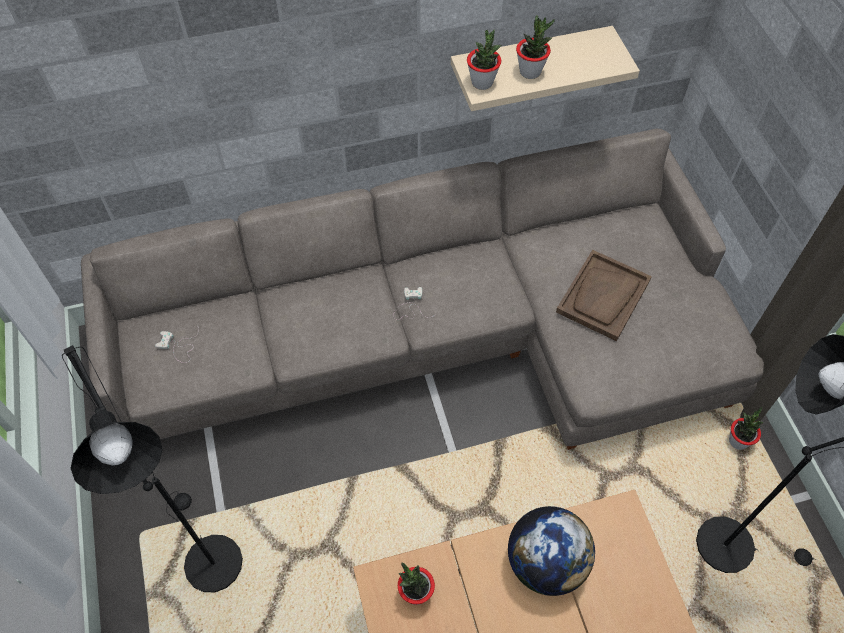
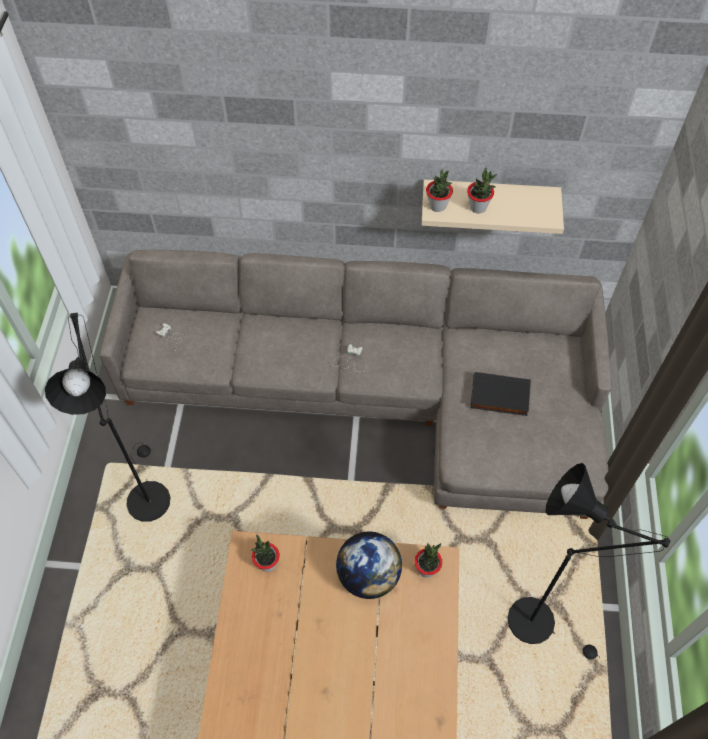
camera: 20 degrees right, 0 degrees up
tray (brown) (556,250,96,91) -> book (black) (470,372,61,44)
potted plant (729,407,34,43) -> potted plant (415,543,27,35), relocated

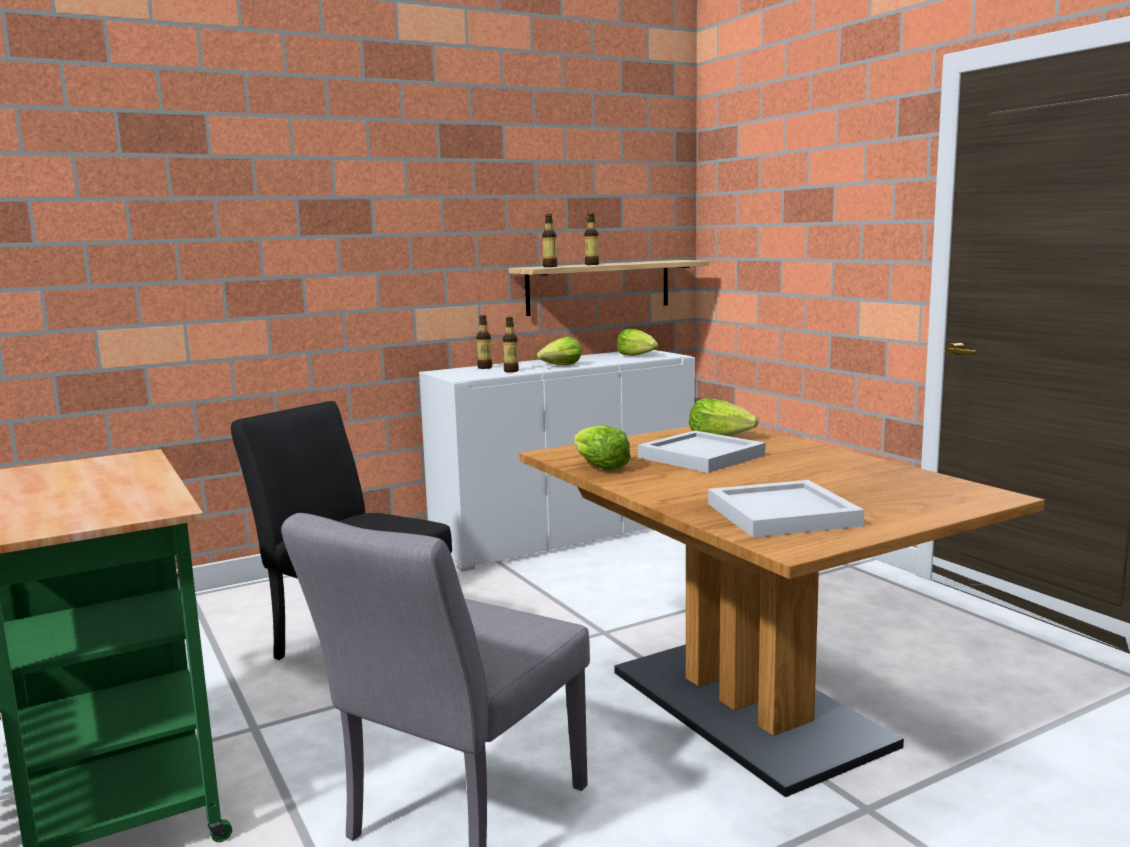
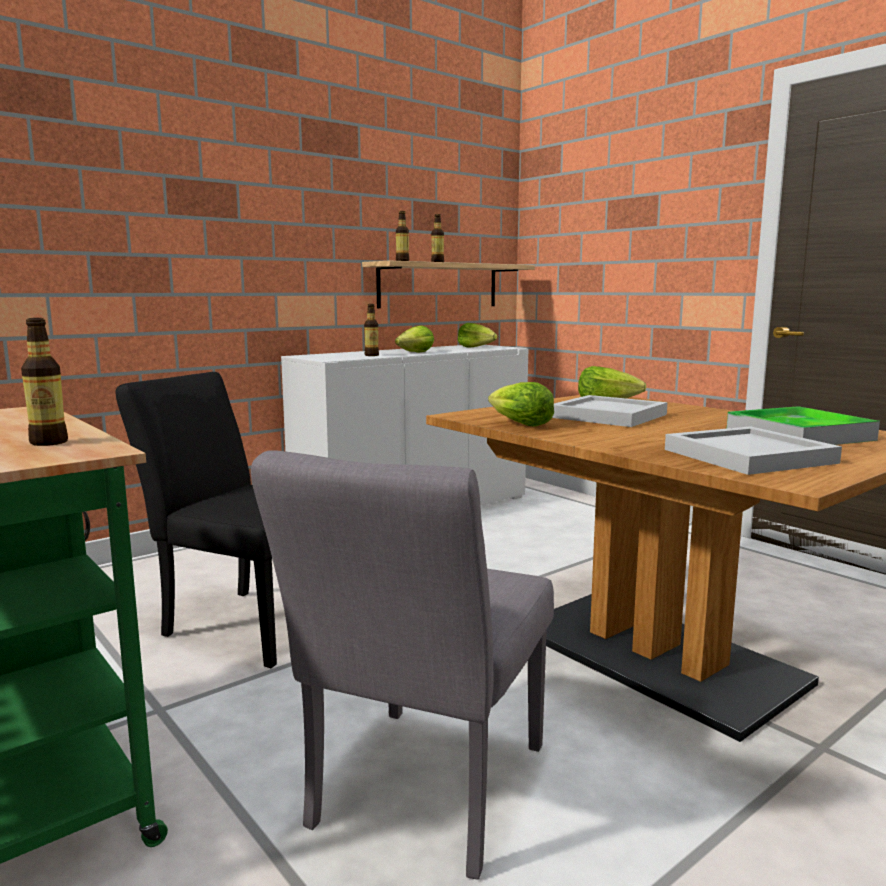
camera: 10 degrees left, 0 degrees up
bottle (476,315,16,54) -> bottle (21,318,47,128), relocated
none -> tray (727,406,153,39)

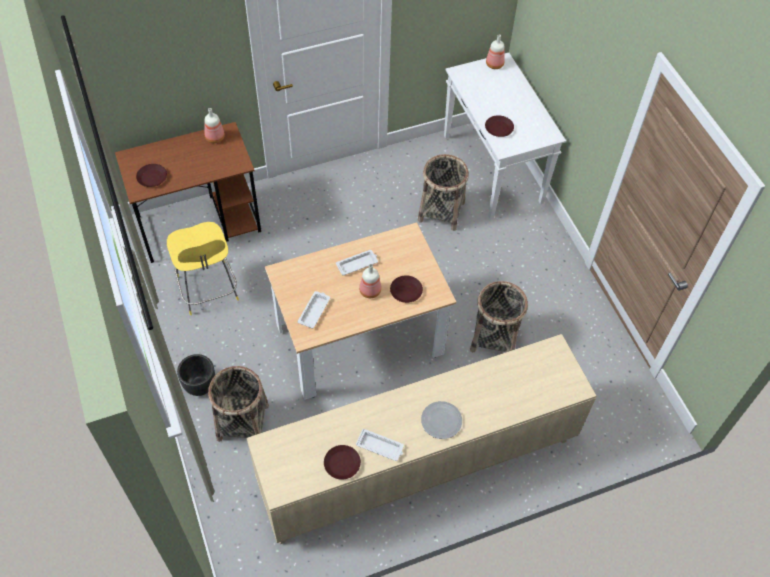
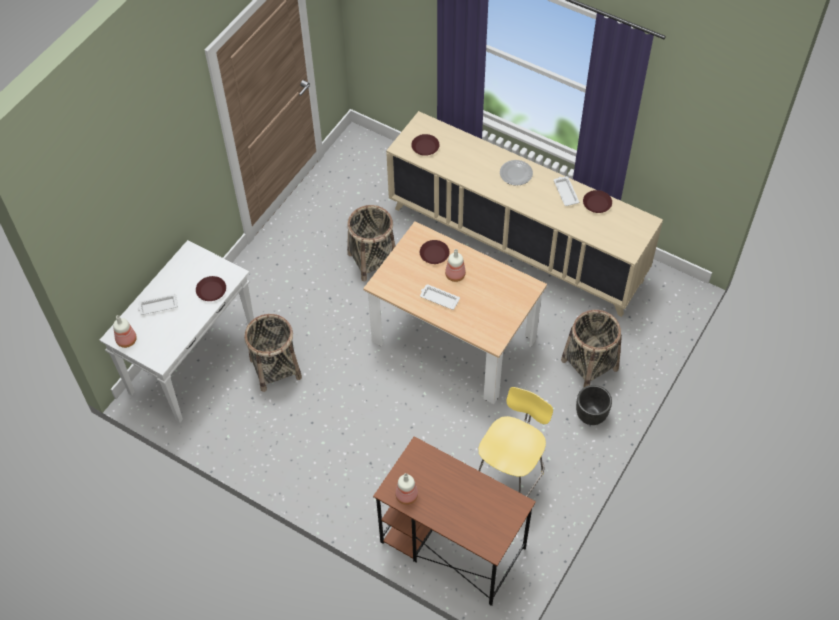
camera: 125 degrees left, 0 degrees up
plate (brown) (136,164,31,23) -> plate (brown) (411,134,29,22), relocated
tray (white) (298,291,32,37) -> tray (white) (137,294,41,21), relocated

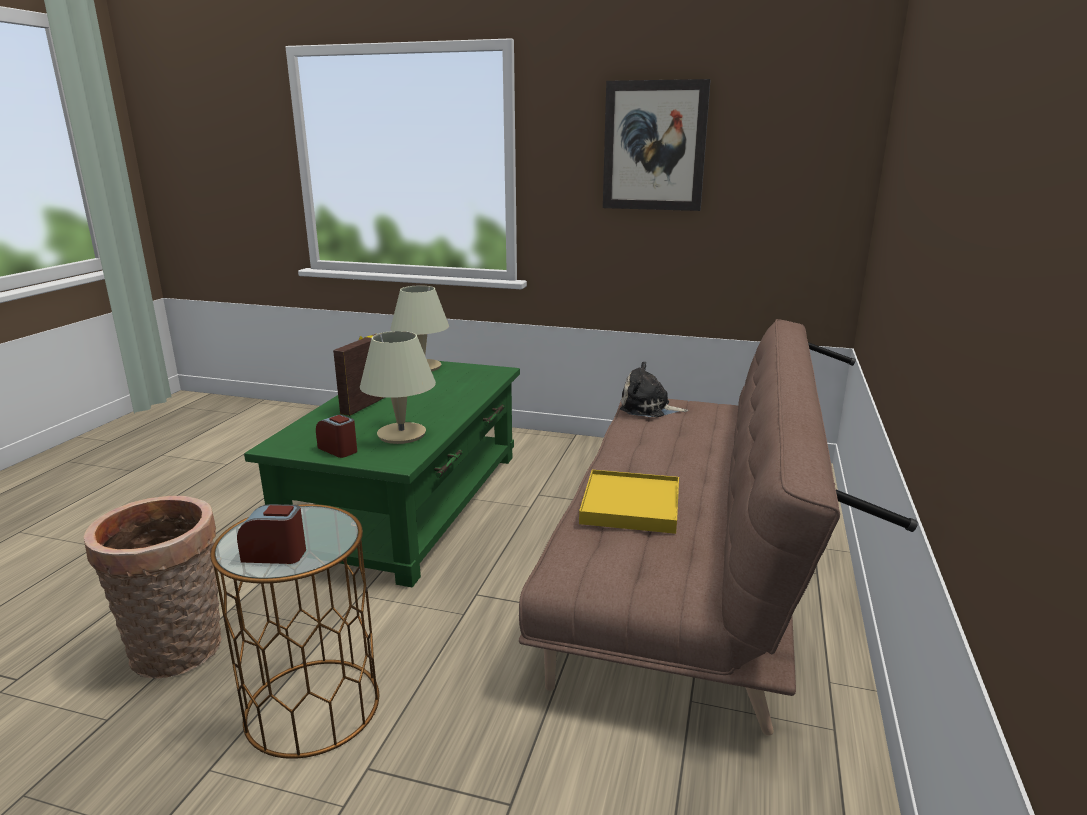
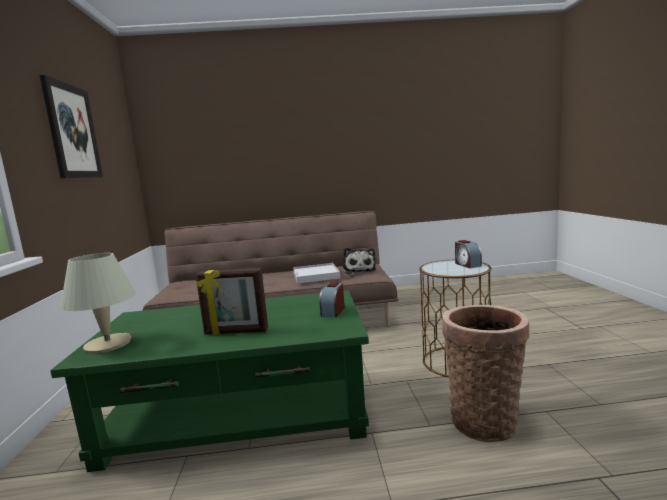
camera: 110 degrees left, 10 degrees down
table lamp (beige) (360,331,76,113) -> none
plush toy (620,361,69,56) -> plush toy (343,248,33,26), relocated
tray (yellow) (579,470,100,64) -> tray (white) (293,263,47,20)

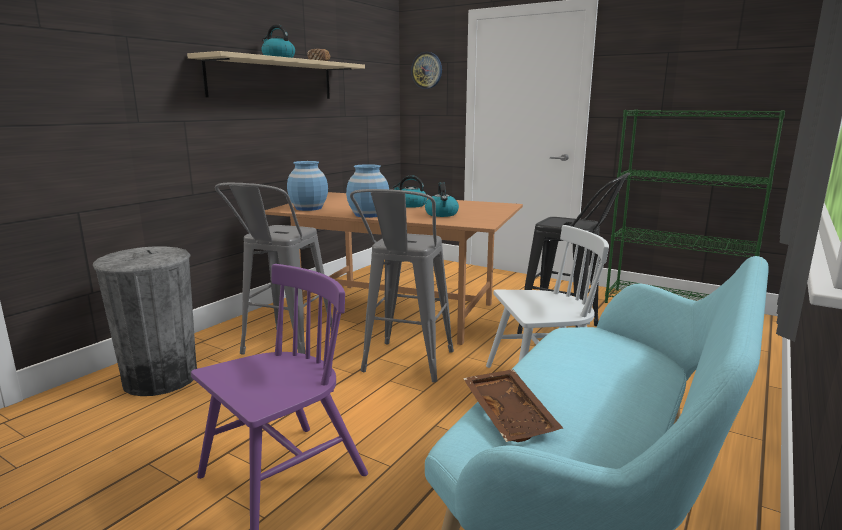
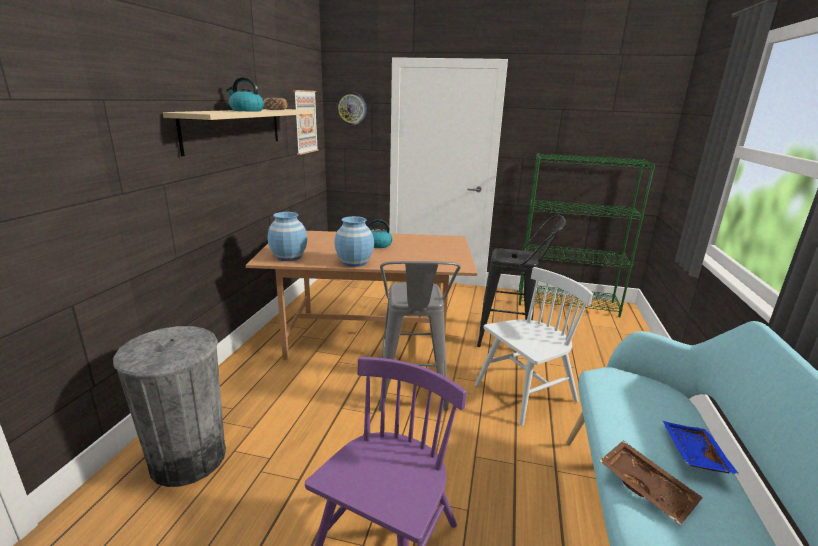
camera: 20 degrees left, 5 degrees up
kettle (425,182,34,35) -> none
stool (grey) (215,183,117,172) -> none
none -> picture (293,90,26,65)
none -> tray (blue) (663,421,77,54)

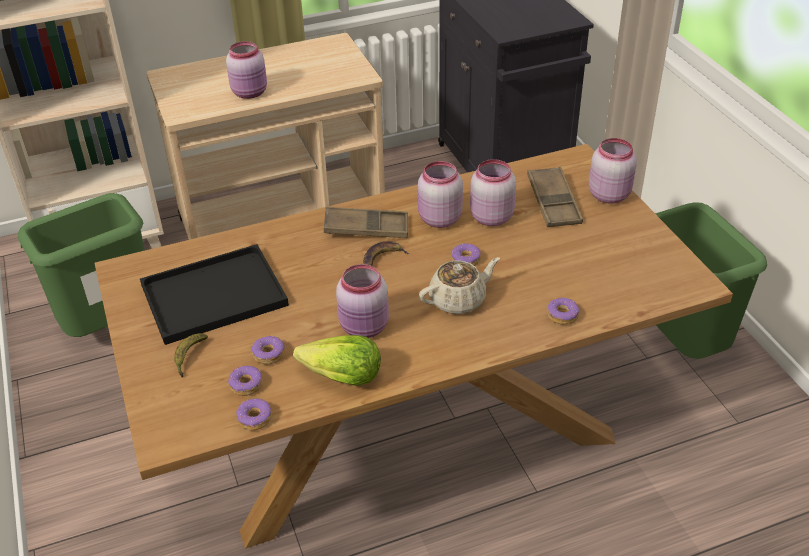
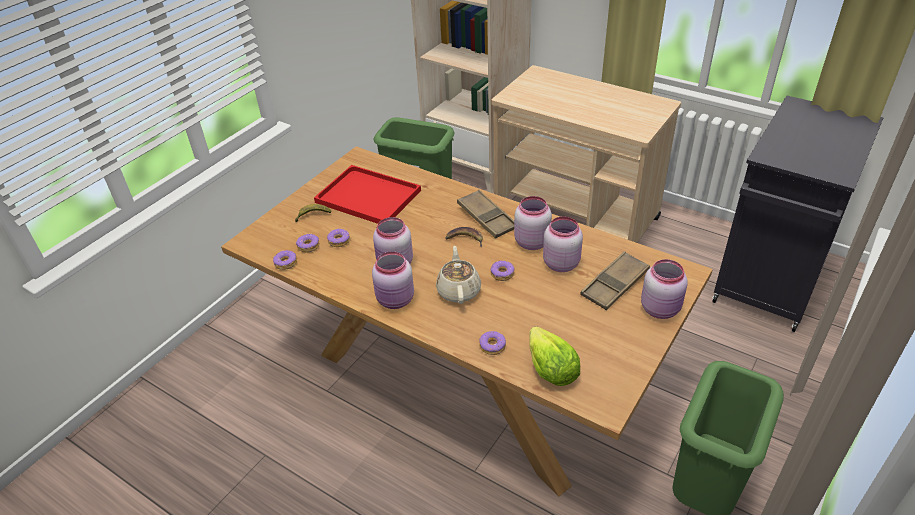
camera: 55 degrees right, 0 degrees up
jar (pink) (226,41,41,58) -> jar (pink) (372,251,42,58), relocated
tray (black) (140,244,149,101) -> tray (red) (314,165,107,59)
teapot (beige) (419,257,81,57) -> teapot (beige) (436,246,45,58), 120 degrees counterclockwise
lettuce (293,335,88,51) -> lettuce (529,326,51,60), relocated

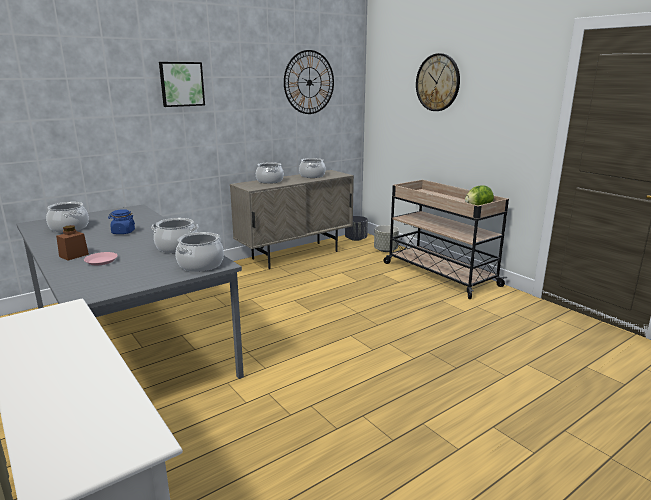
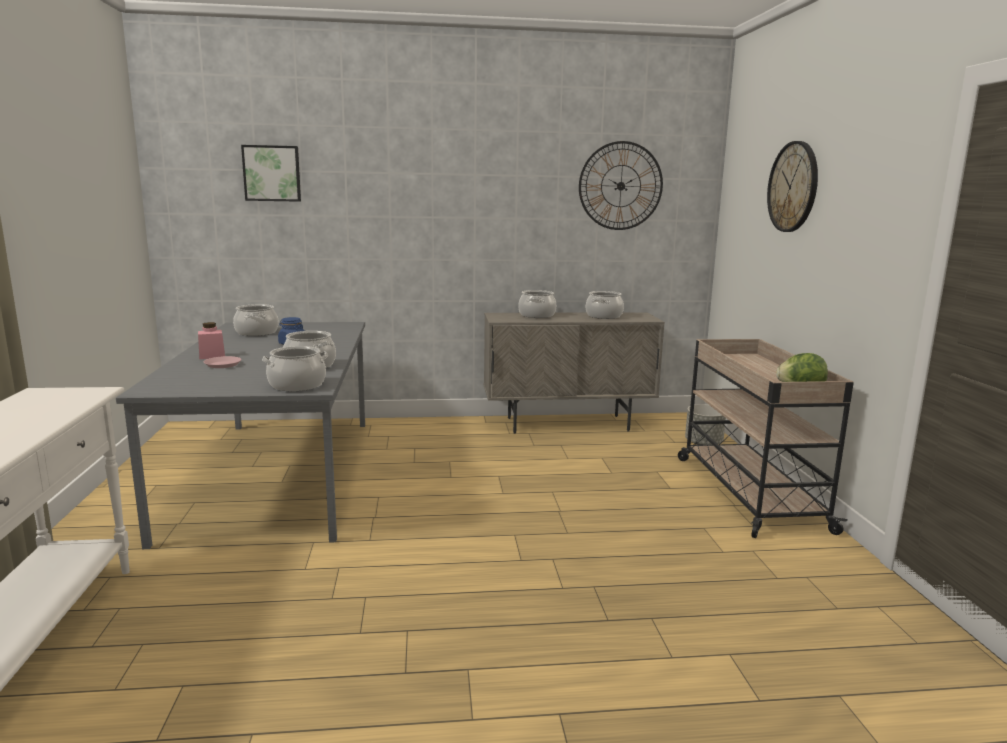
camera: 30 degrees right, 5 degrees down
picture (159,62,46,45) -> picture (241,145,60,57), relocated
planter (grey) (345,216,23,25) -> none
jar (brown) (56,225,33,35) -> jar (pink) (198,322,27,37)

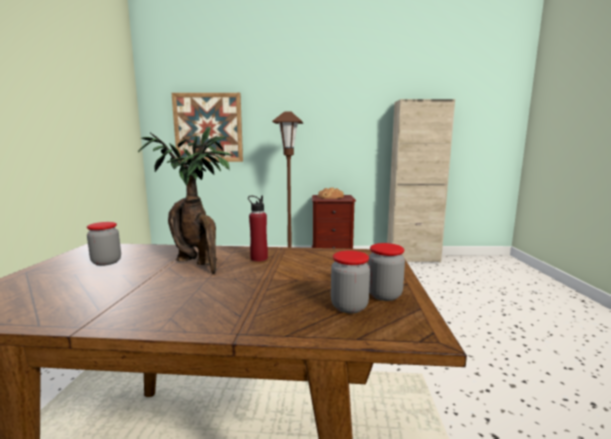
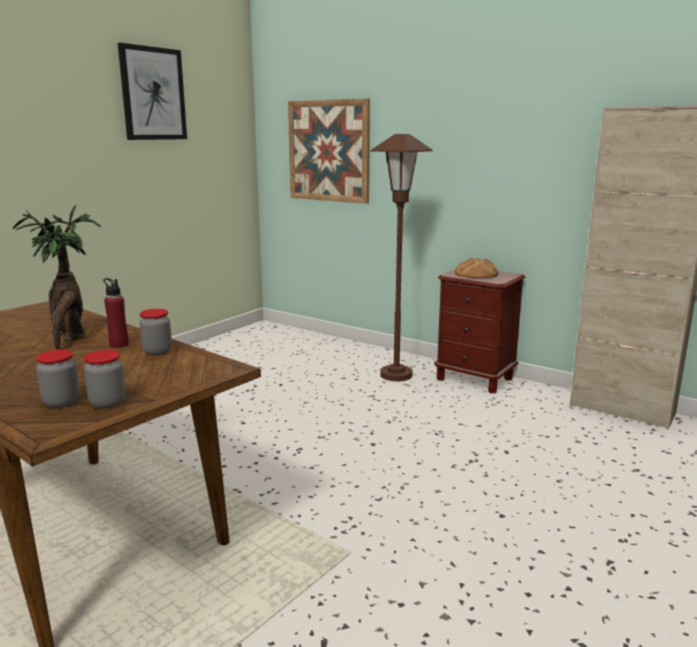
camera: 35 degrees right, 5 degrees up
jar (87,222,34,44) -> jar (139,309,33,47), relocated
none -> picture (118,43,69,97)

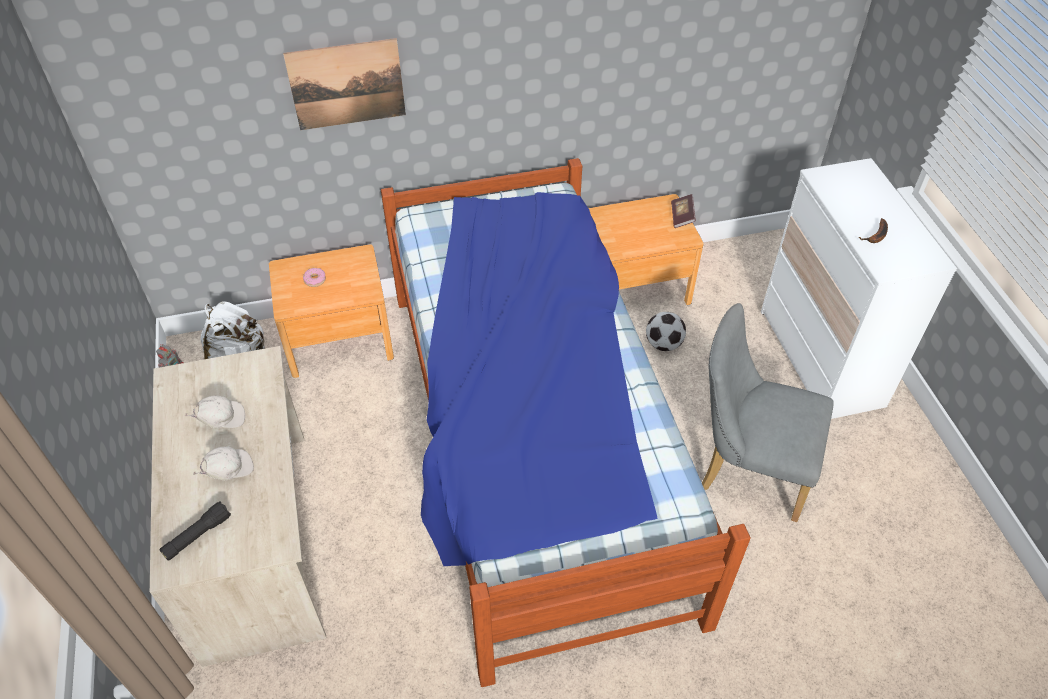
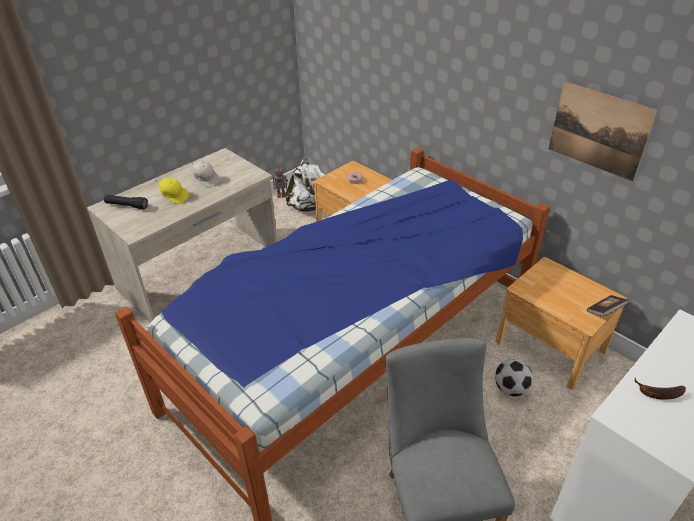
camera: 60 degrees right, 10 degrees down
picture (283,38,123,92) -> picture (549,82,109,99), relocated
cap (white) (193,446,61,34) -> cap (yellow) (155,178,34,26)

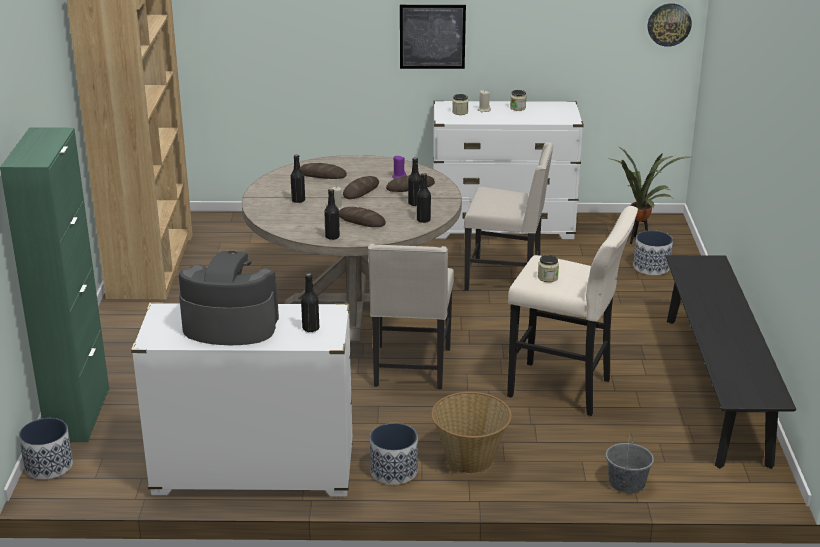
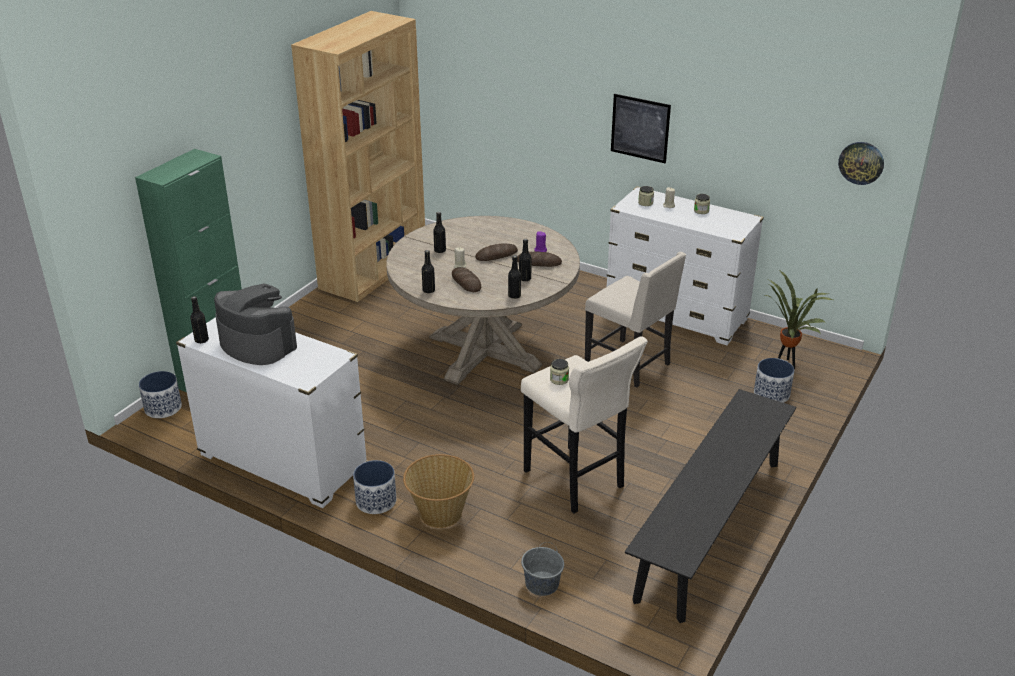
camera: 30 degrees right, 5 degrees up
bread (300,163,47,16) -> none
chair (beige) (368,244,86,145) -> none
bottle (black) (301,273,18,59) -> bottle (black) (190,296,19,47), relocated

